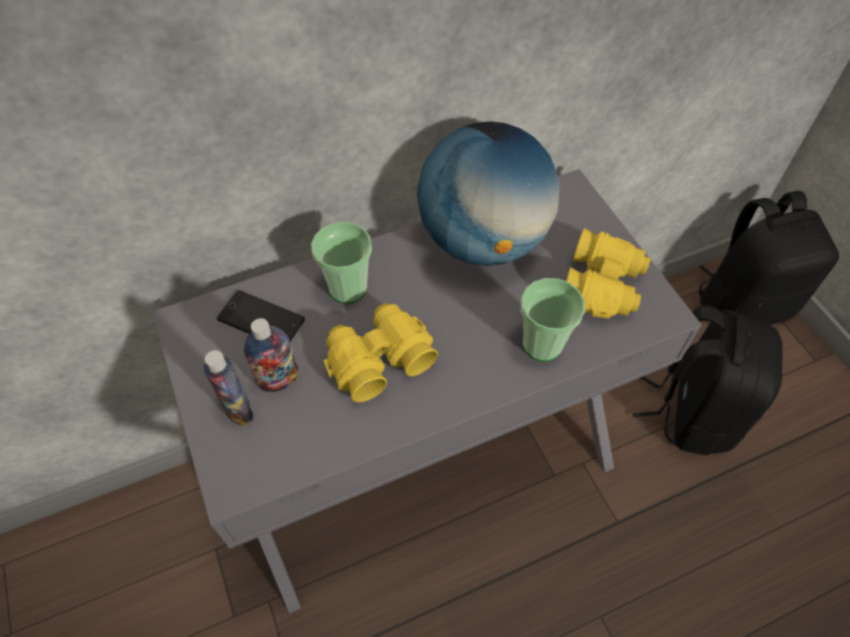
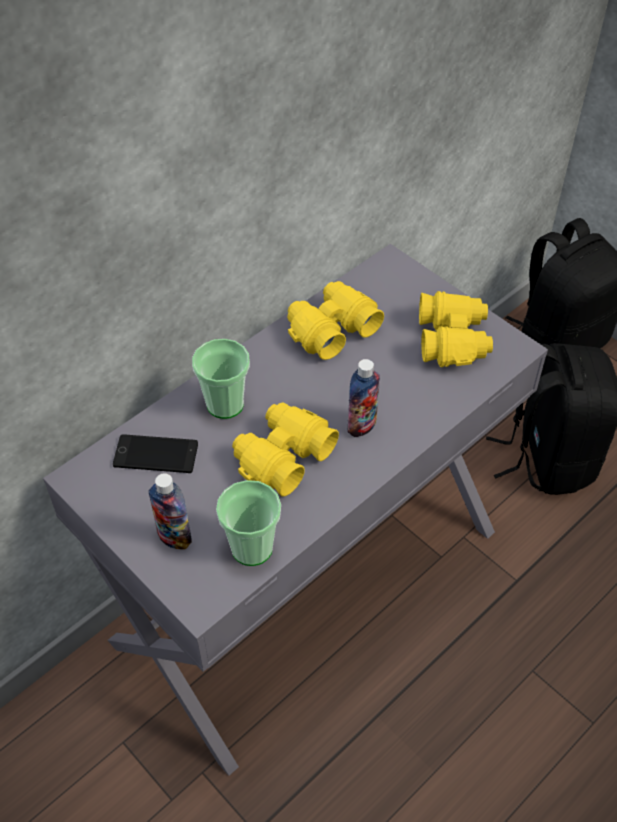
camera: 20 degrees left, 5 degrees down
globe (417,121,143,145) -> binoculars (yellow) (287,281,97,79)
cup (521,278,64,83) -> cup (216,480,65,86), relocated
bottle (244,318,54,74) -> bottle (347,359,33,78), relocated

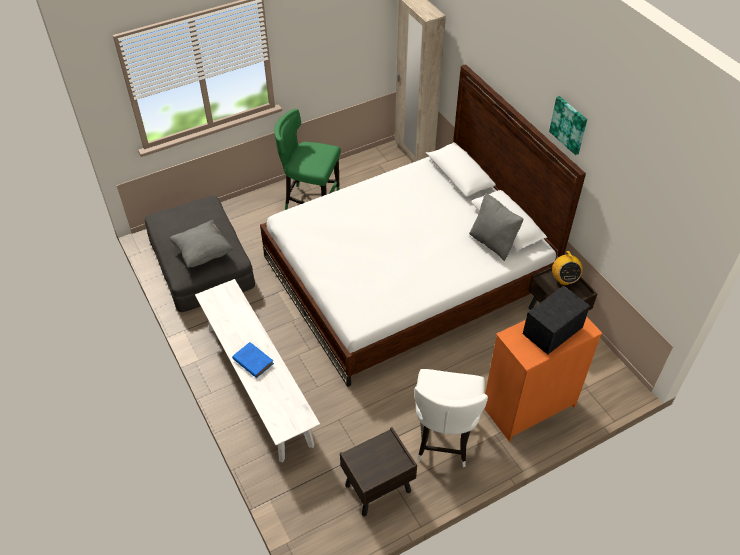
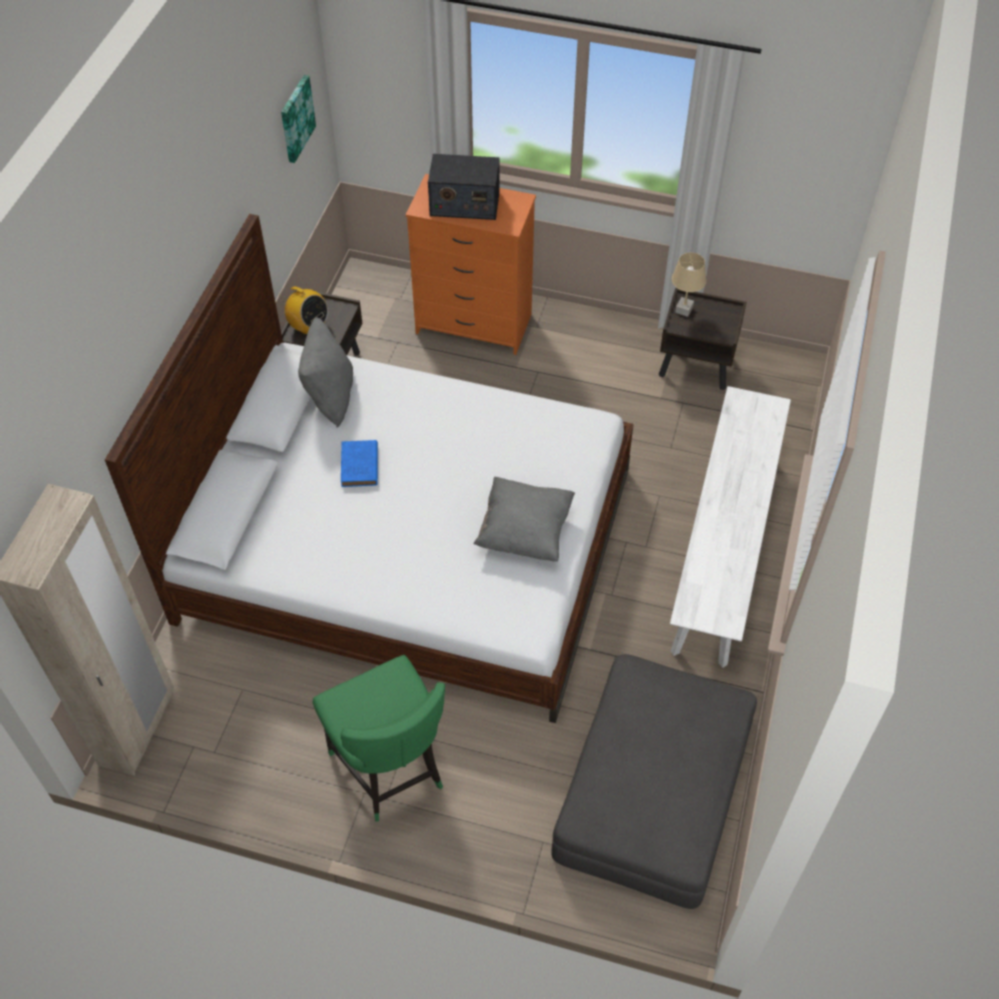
camera: 135 degrees left, 5 degrees up
picture (549,96,38,59) -> picture (281,75,35,88), relocated
pillow (grey) (169,220,65,48) -> pillow (grey) (474,477,101,84), relocated
radio (552,250,31,35) -> radio (282,287,46,47), 90 degrees clockwise
book (blue) (232,342,42,36) -> book (blue) (341,440,37,47), relocated
chair (white) (414,369,74,98) -> none
none -> table lamp (beige) (672,253,34,64)

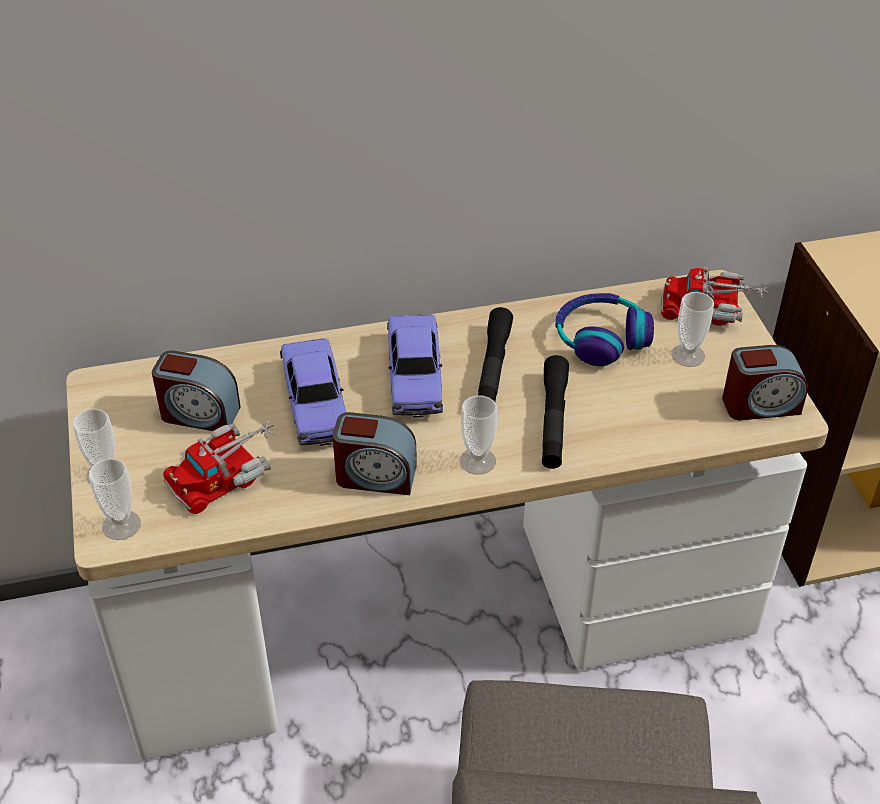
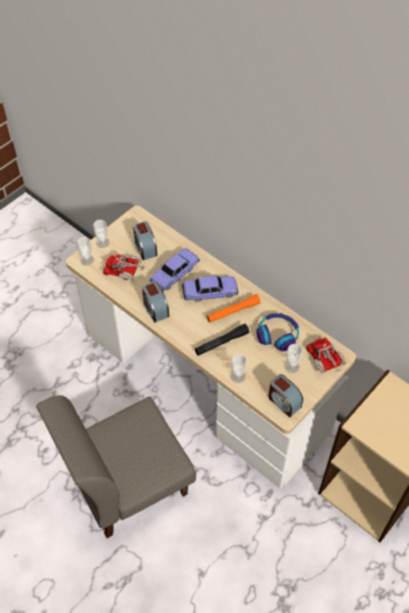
camera: 55 degrees right, 10 degrees up
flashlight (black) (478,307,35,95) -> flashlight (orange) (207,294,54,29)
toy car (387,315,56,103) -> toy car (182,275,56,27), 150 degrees counterclockwise
cup (460,395,37,79) -> cup (230,354,16,29), relocated

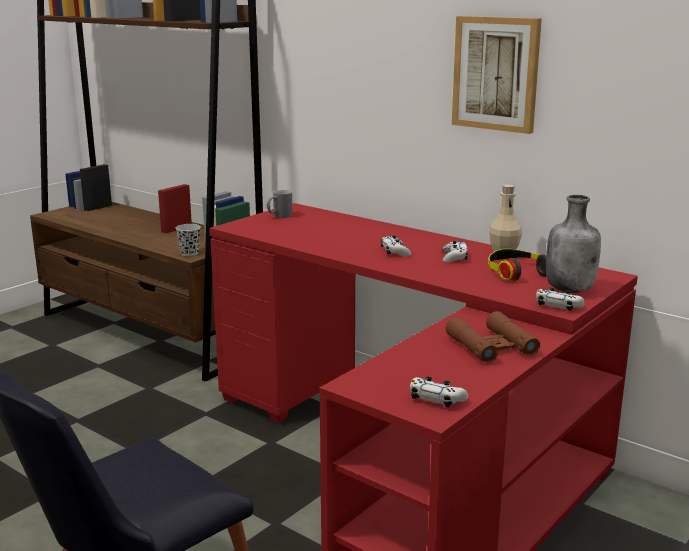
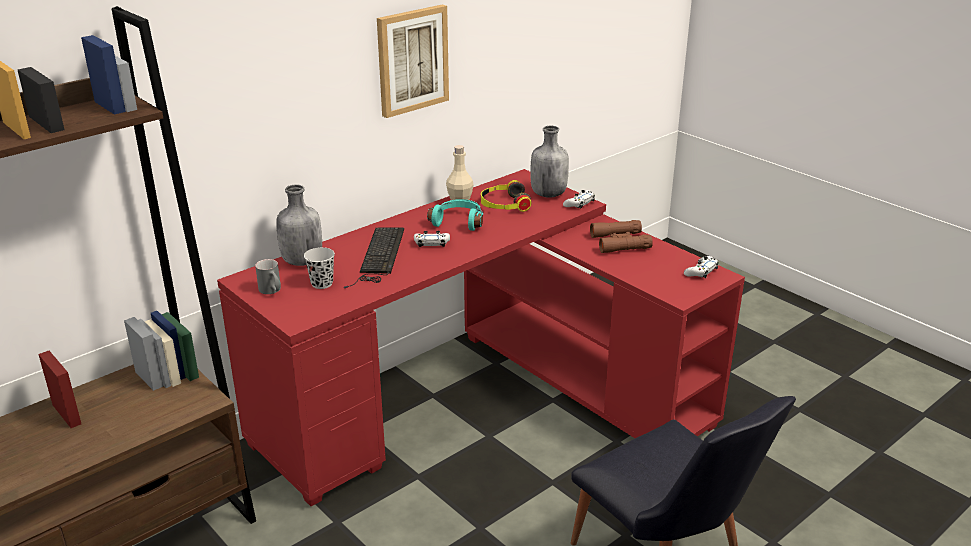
camera: 80 degrees left, 10 degrees up
cup (black) (176,224,25,32) -> cup (black) (304,247,31,42), relocated
game controller (white) (442,241,26,22) -> headphones (turquoise) (427,199,56,32)
none -> bottle (grey) (276,184,46,82)
none -> keyboard (344,228,60,60)

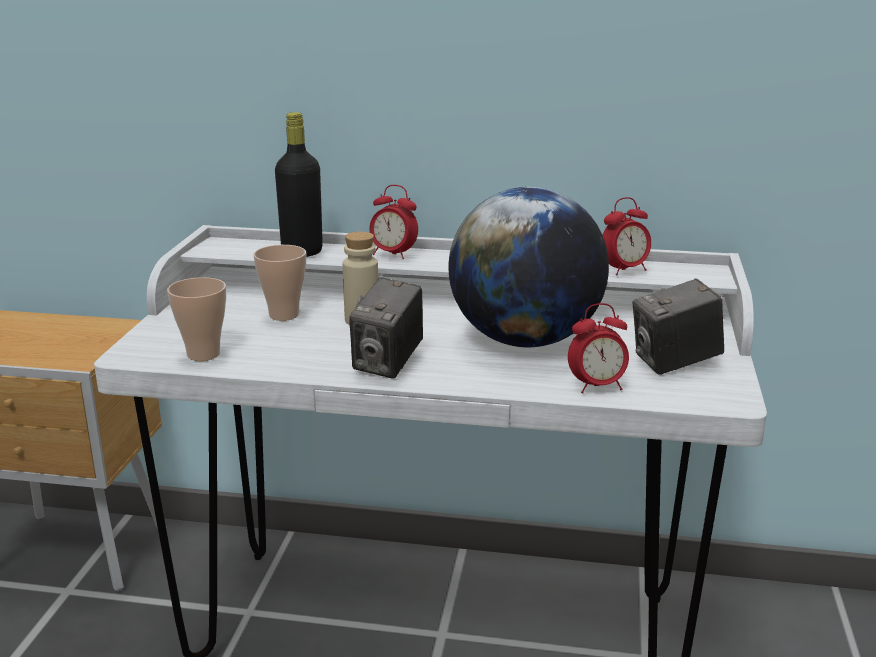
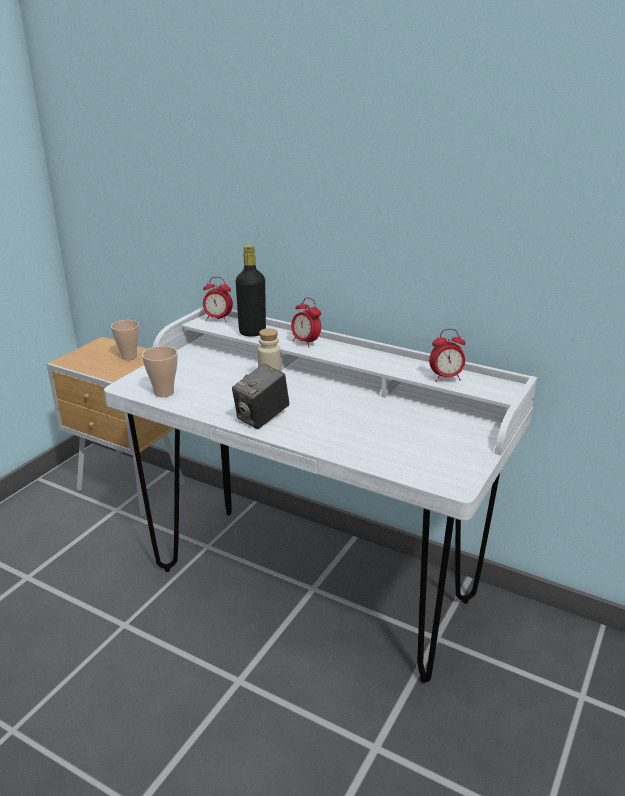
camera: 20 degrees right, 5 degrees up
globe (448,187,161,161) -> none
cup (254,245,52,76) -> cup (111,320,28,40), relocated
photo camera (633,278,91,97) -> none
alarm clock (568,303,61,91) -> alarm clock (203,277,30,45), relocated

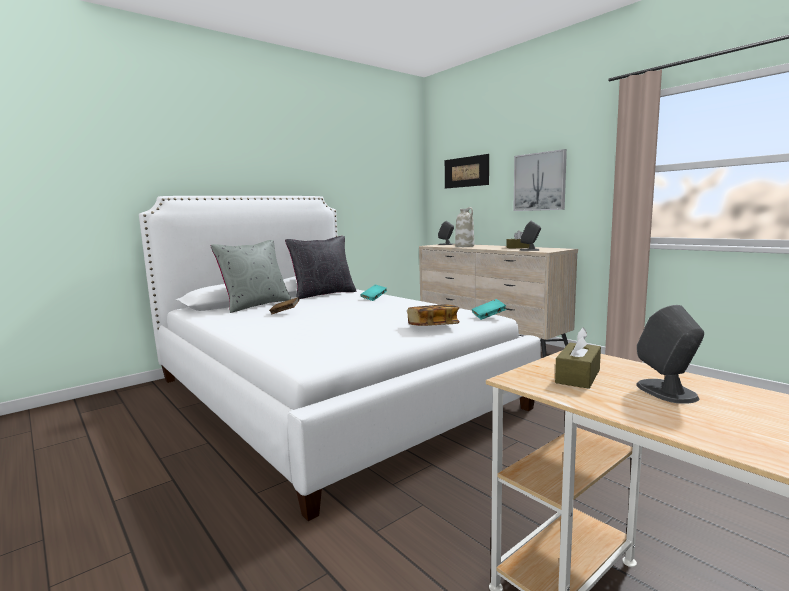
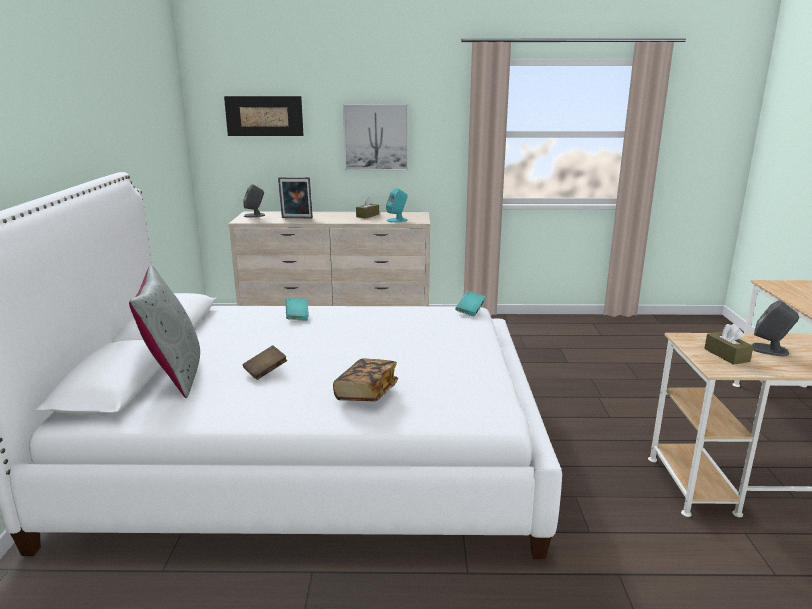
camera: 50 degrees left, 10 degrees up
vase (white) (455,207,19,40) -> picture frame (278,177,35,41)
speaker (grey) (520,221,21,30) -> speaker (turquoise) (386,188,22,35)
pillow (black) (285,236,71,63) -> none
book (407,304,53,22) -> book (333,358,65,43), relocated

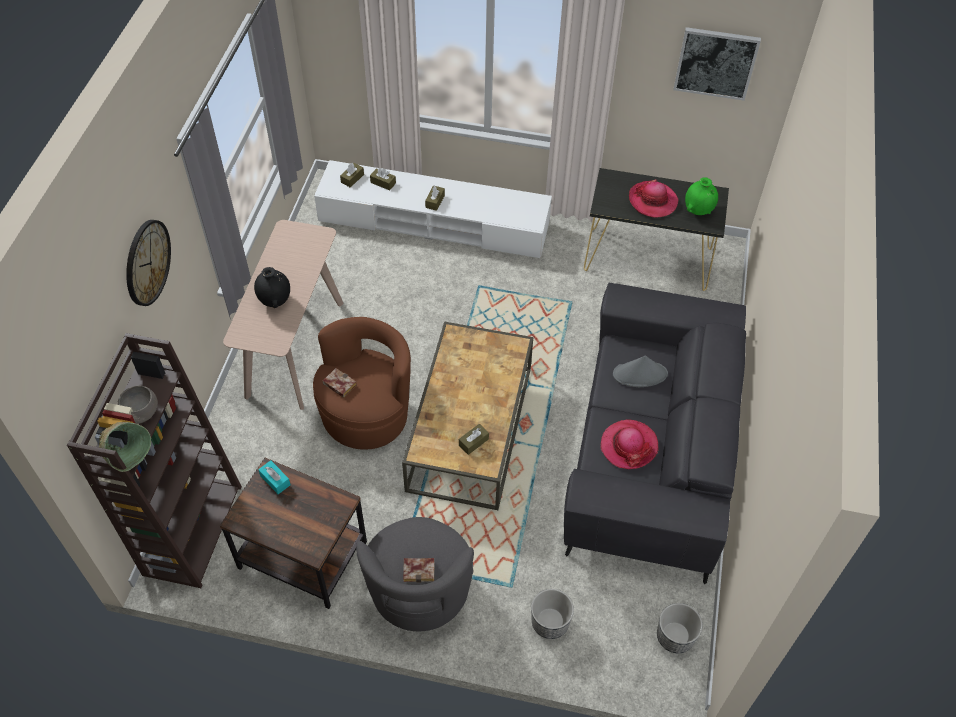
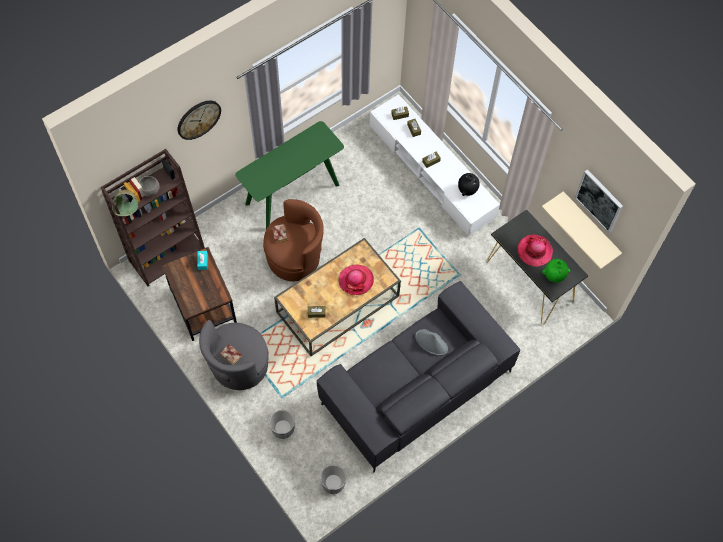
camera: 40 degrees right, 10 degrees up
console table (beige) (223,220,121,190) -> console table (green) (235,121,109,108)
vase (black) (254,267,36,41) -> vase (black) (458,173,22,23), relocated
hat (600,420,59,49) -> hat (339,265,35,30), relocated
none -> shelf (beige) (542,191,80,79)

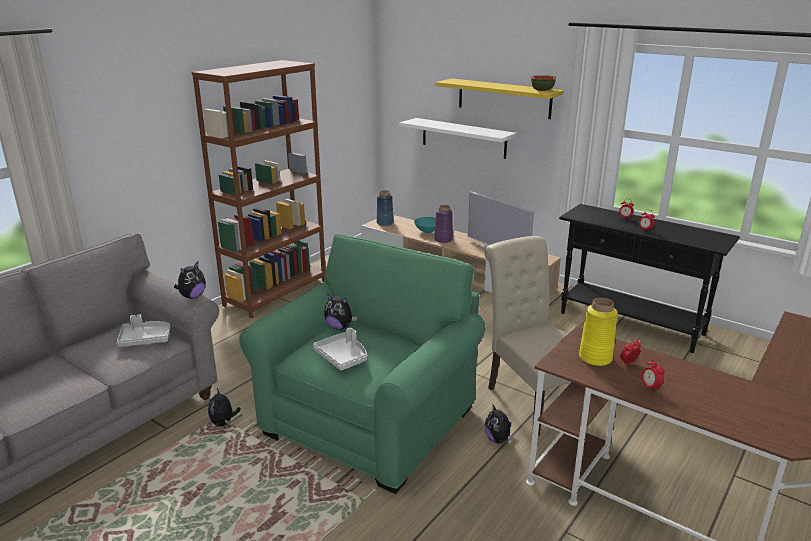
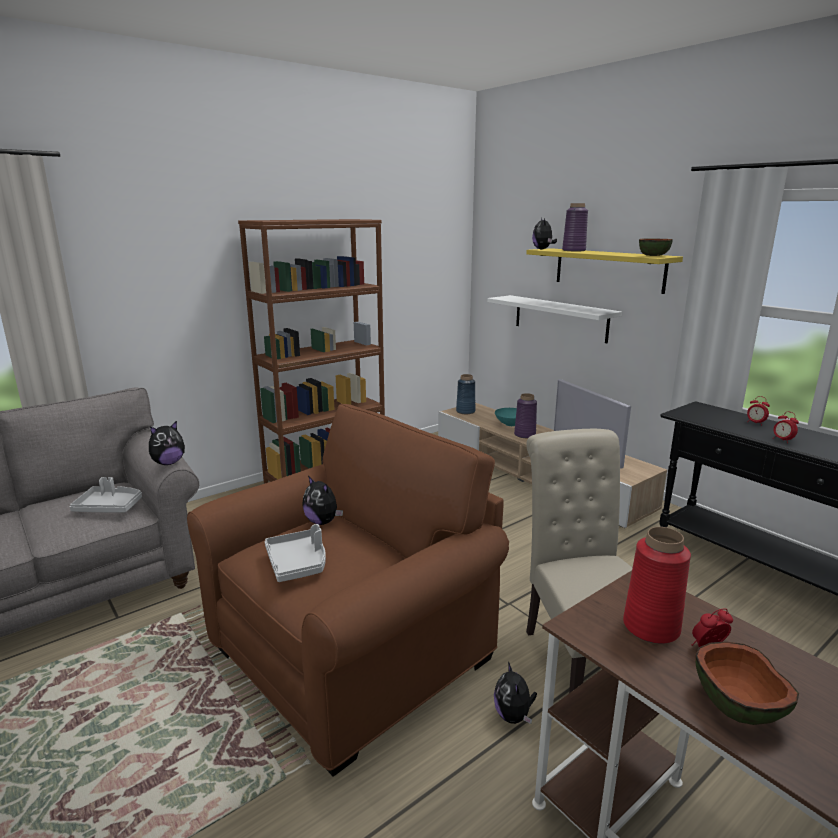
camera: 15 degrees right, 5 degrees down
armchair (green) (239,234,246,260) -> armchair (brown) (187,404,322,373)
vase (yellow) (579,298,39,68) -> vase (red) (623,527,68,117)
alarm clock (641,358,24,35) -> bowl (695,641,104,84)
plush toy (208,388,33,38) -> plush toy (532,218,25,32), relocated
none -> vase (purple) (562,203,26,48)

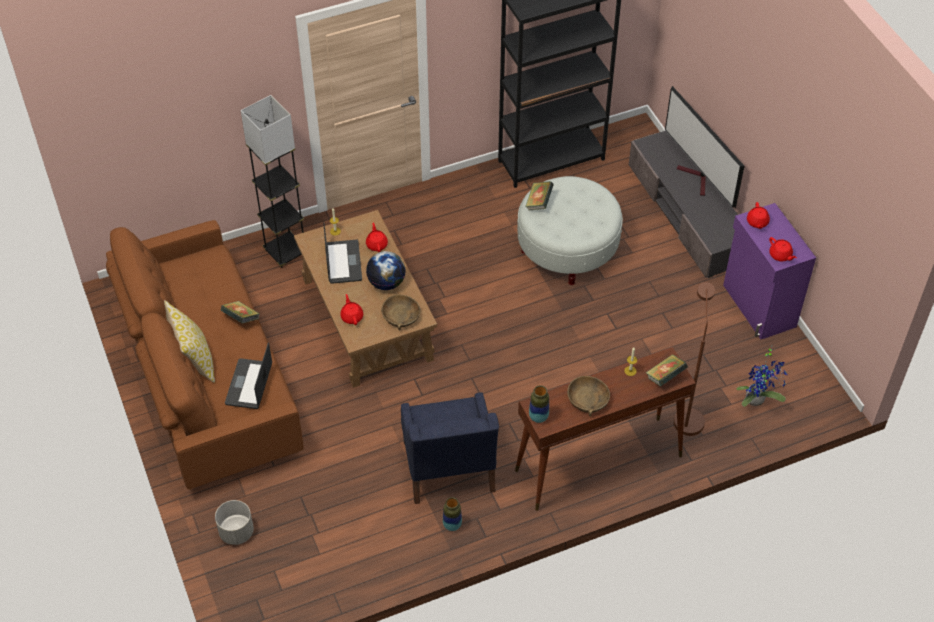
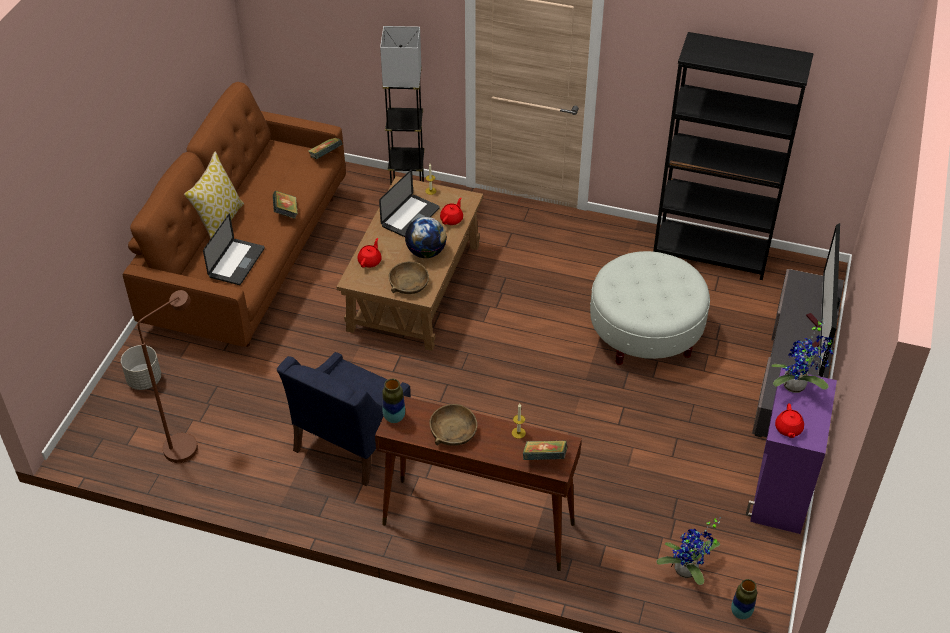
camera: 40 degrees right, 5 degrees down
book (525,181,29,30) -> book (308,138,35,21), relocated
teapot (red) (747,202,23,27) -> potted plant (771,319,62,74)
floor lamp (brown) (674,282,41,154) -> floor lamp (brown) (138,290,60,173), relocated
laptop (225,342,47,67) -> laptop (203,213,62,72), 150 degrees clockwise
vase (443,497,19,34) -> vase (731,579,26,40), relocated

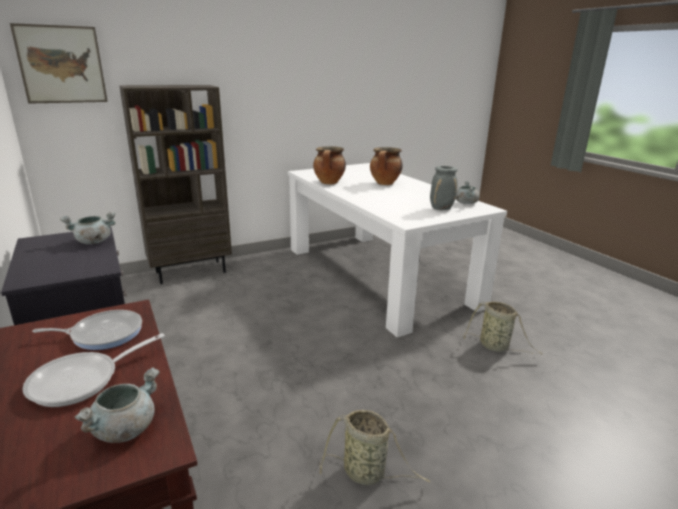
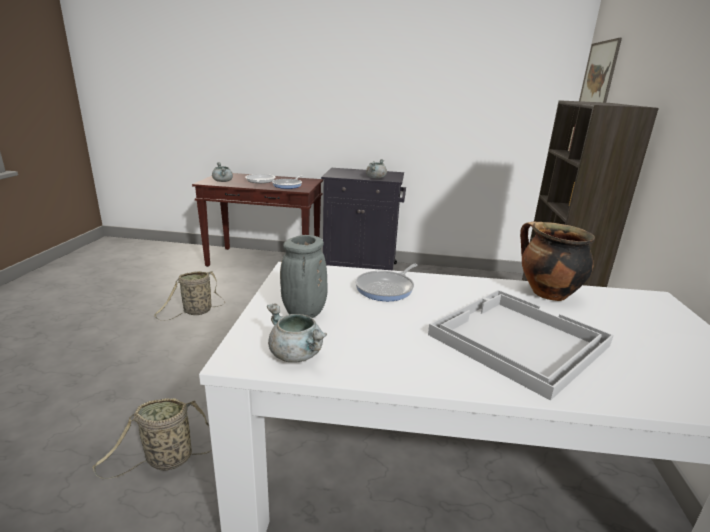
camera: 125 degrees right, 0 degrees up
cooking pot (370,147,32,38) -> tray (white) (428,290,186,111)
none -> frying pan (355,264,63,37)

